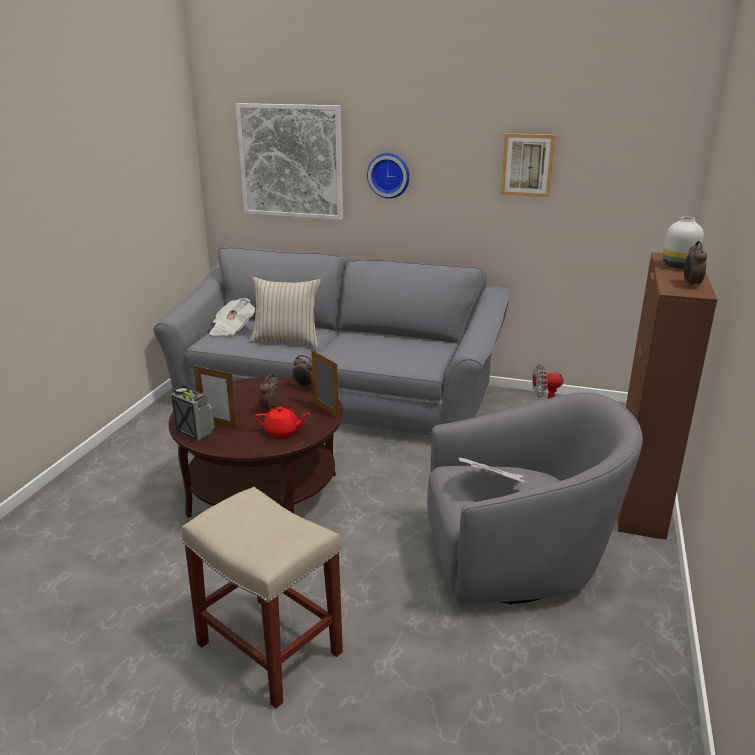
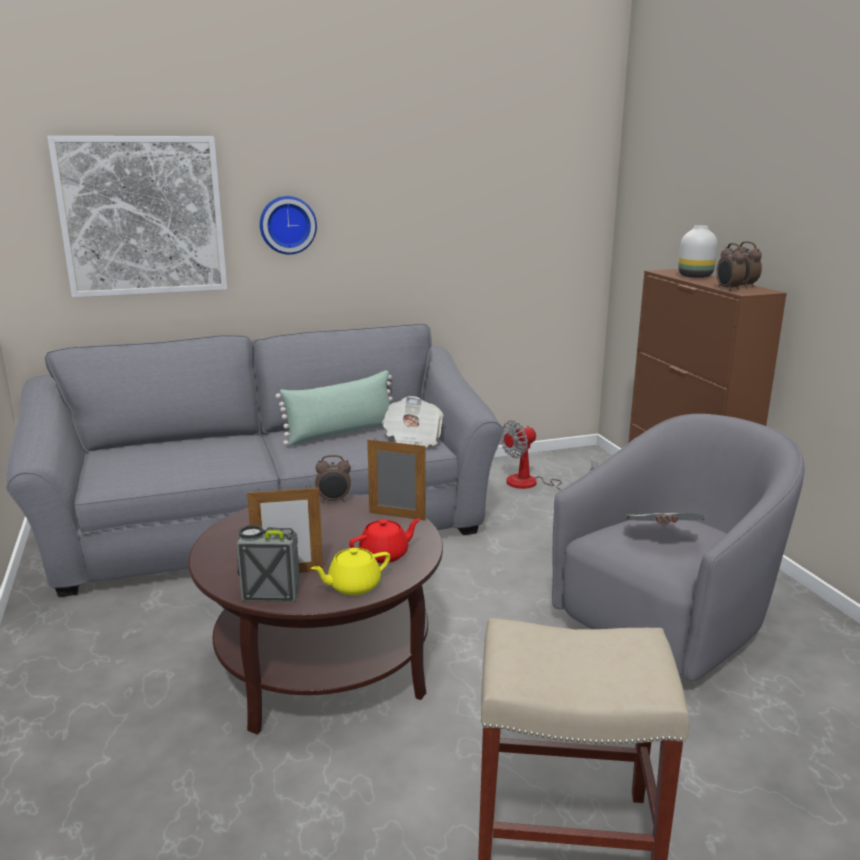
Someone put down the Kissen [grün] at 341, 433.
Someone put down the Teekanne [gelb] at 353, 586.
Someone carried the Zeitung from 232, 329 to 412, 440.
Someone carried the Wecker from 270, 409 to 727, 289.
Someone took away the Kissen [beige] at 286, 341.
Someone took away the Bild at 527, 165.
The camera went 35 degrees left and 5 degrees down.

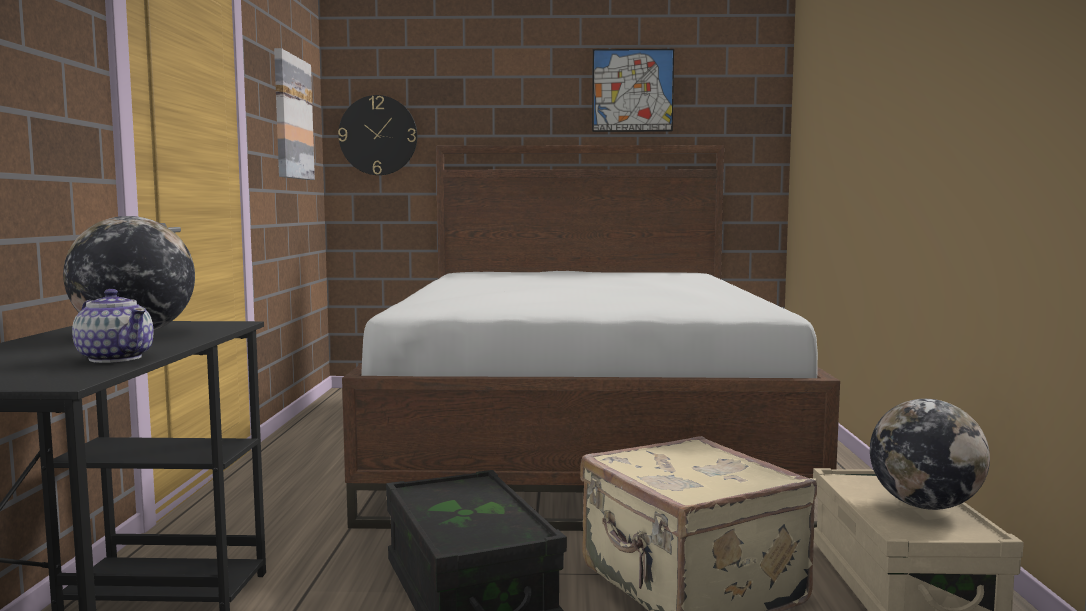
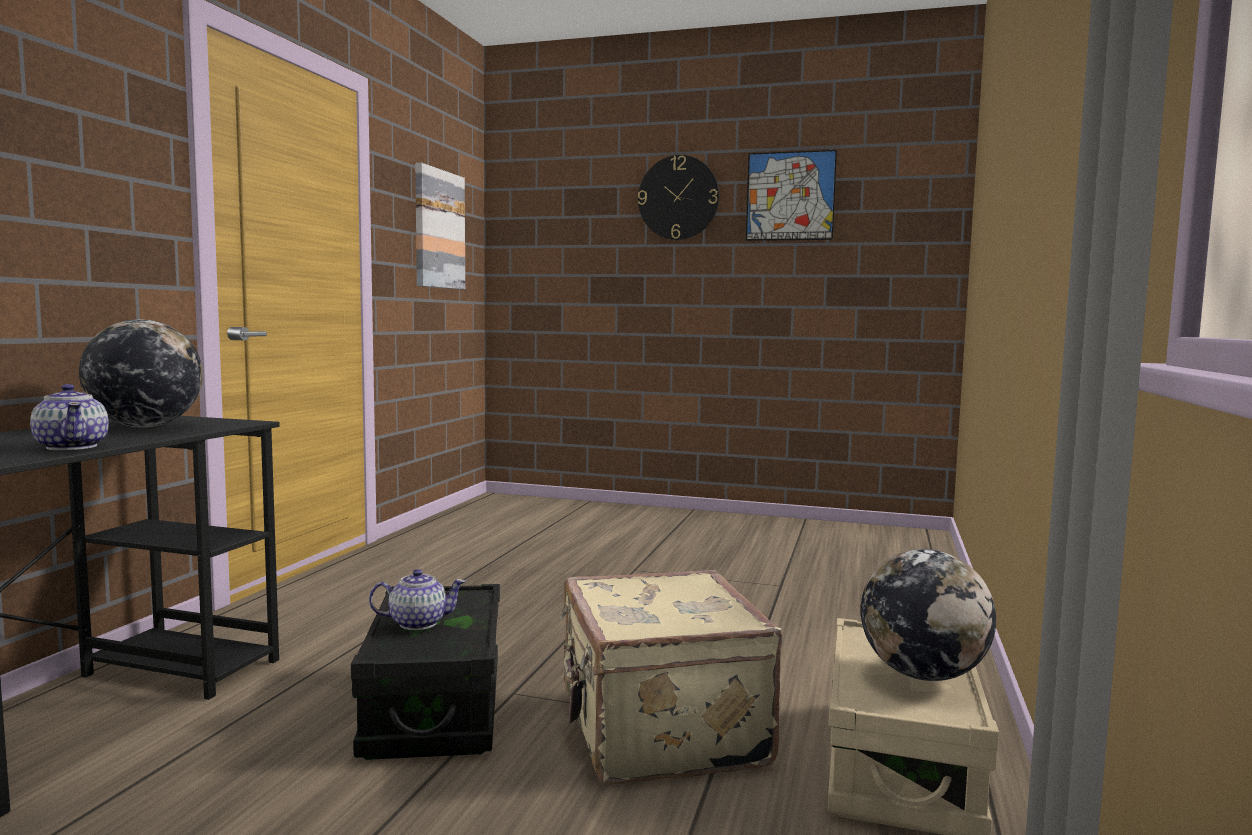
Someone put down the Teekanne at 417, 623.
Someone carried the Wanduhr from 378, 135 to 678, 198.
Someone took away the Bett at 582, 441.
The camera went 15 degrees right and 0 degrees up.

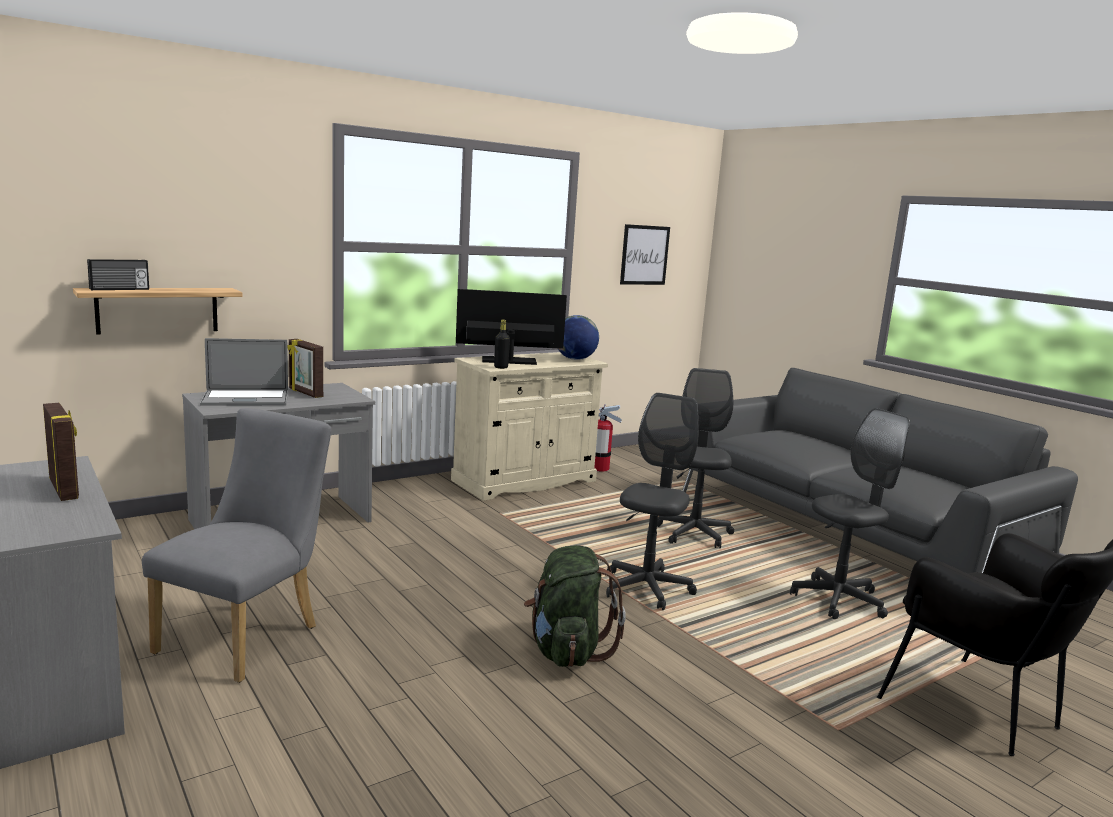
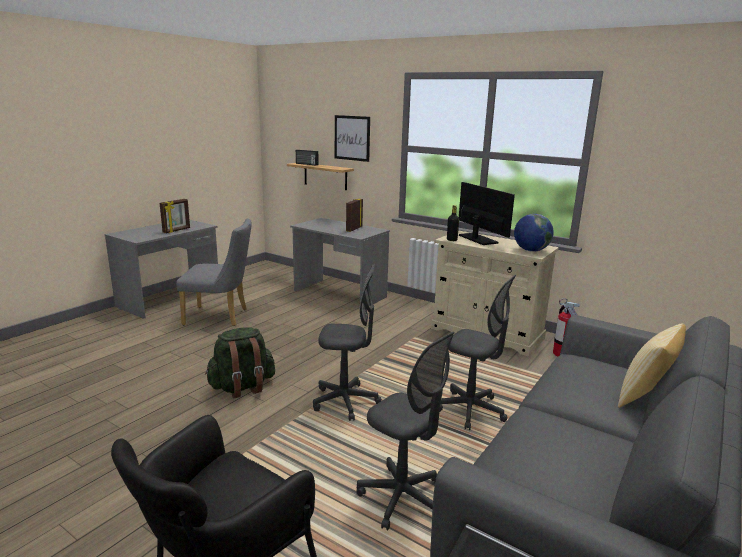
Someone carried the Bild from 644, 255 to 352, 138.
Someone rotated the Bürostuhl [grau] at 693, 534 by 45 degrees clockwise.
Someone put down the Kissen at 645, 397.
Someone took away the Laptop at 245, 399.
The camera went 70 degrees right and 5 degrees up.

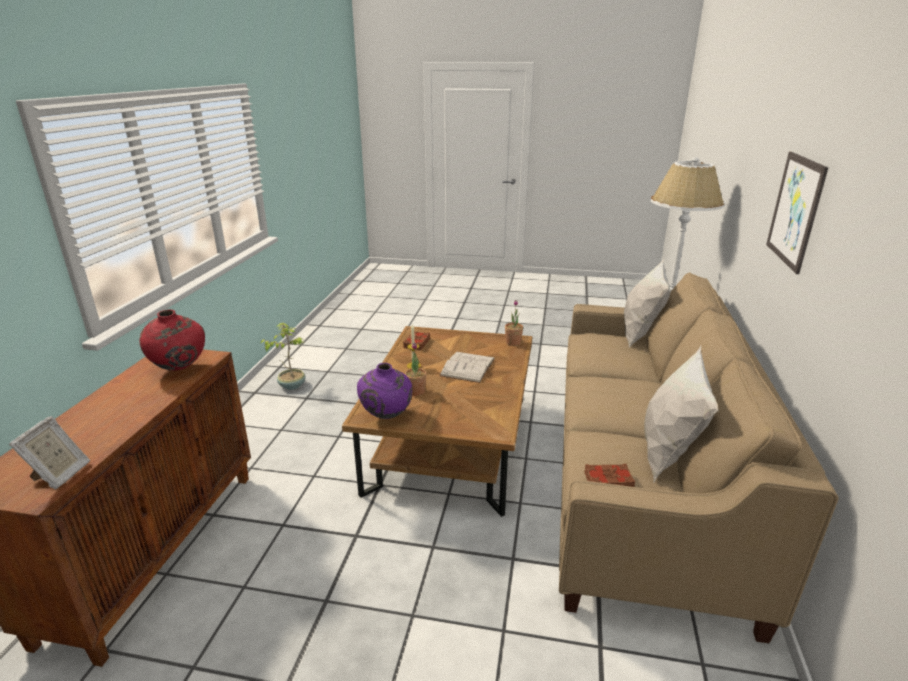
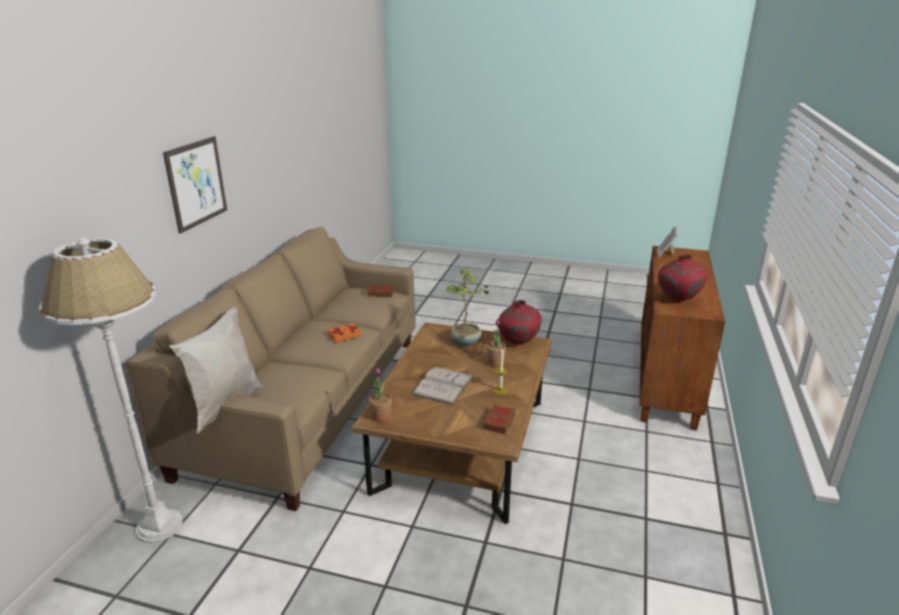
Someone put down the Buch [orange] at 344, 335.
Someone carried the Topfpflanze from 292, 385 to 466, 342.
Someone repainted the Vase [lila] at 386, 416, which became the Vase [rot] at 518, 344.
Someone took away the Kissen [weiß] at 668, 454.
The camera went 175 degrees left and 0 degrees up.

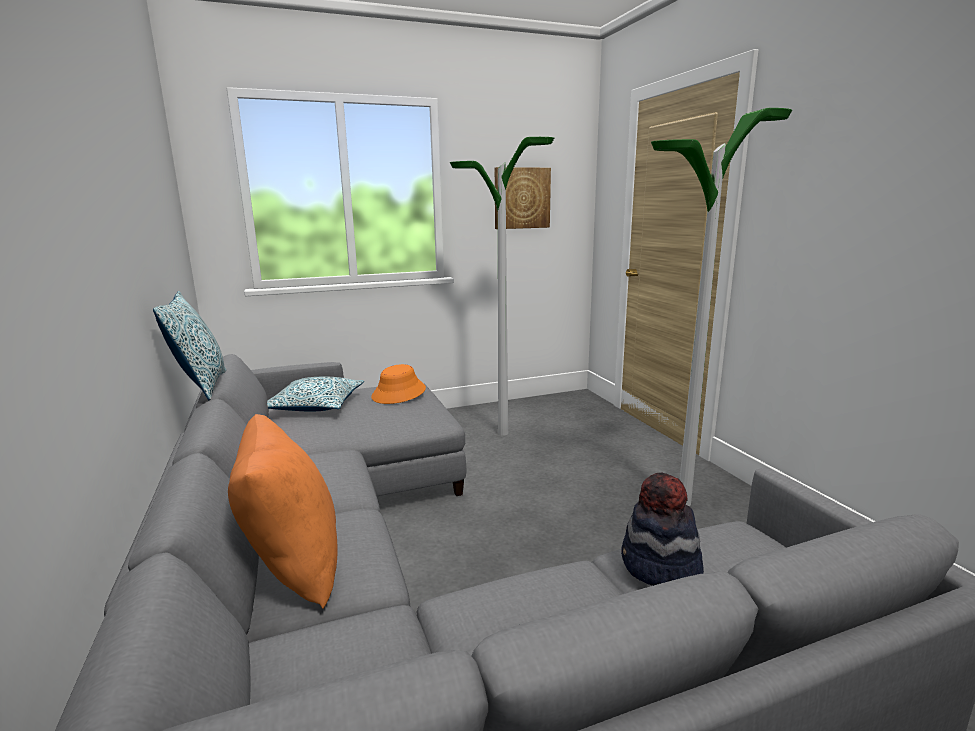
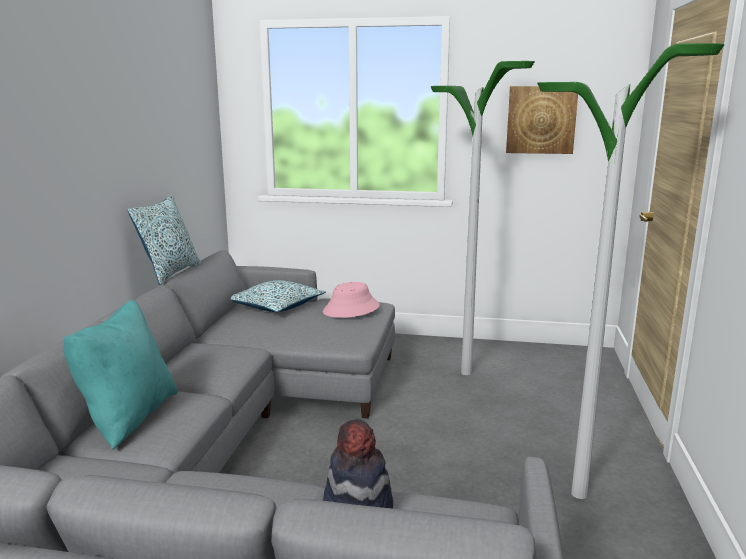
Someone repainted the Kissen [orange] at 293, 564, which became the Kissen [türkis] at 128, 417.
Someone repainted the Hut [orange] at 399, 393, which became the Hut [rosa] at 351, 309.
The camera went 30 degrees right and 0 degrees up.

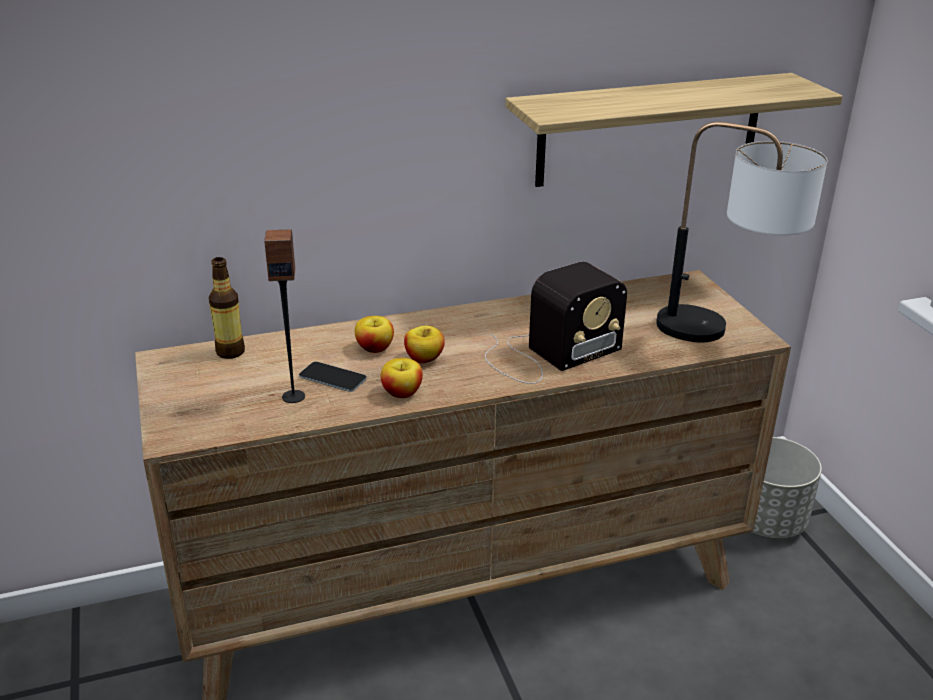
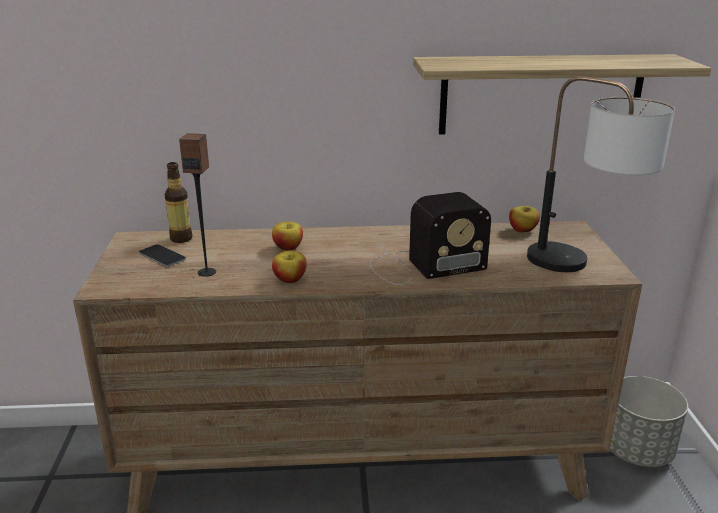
Someone carried the Handy from 332, 377 to 162, 256.
Someone carried the Apfel from 424, 358 to 522, 230.
The camera went 15 degrees right and 5 degrees down.

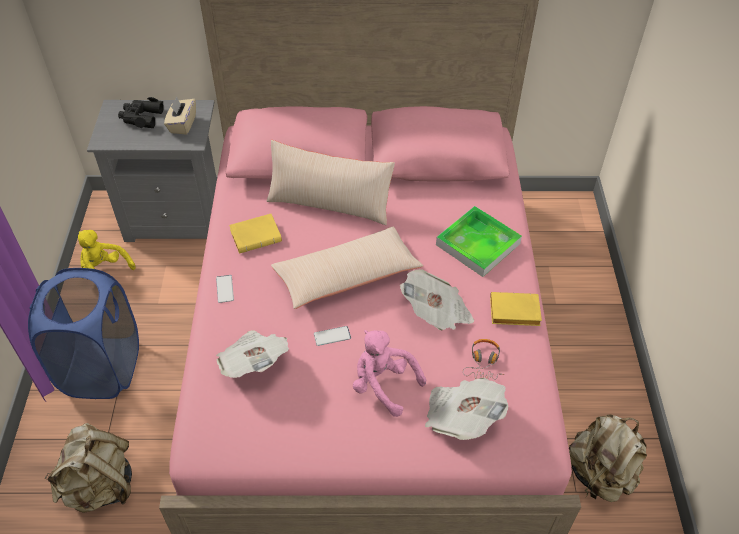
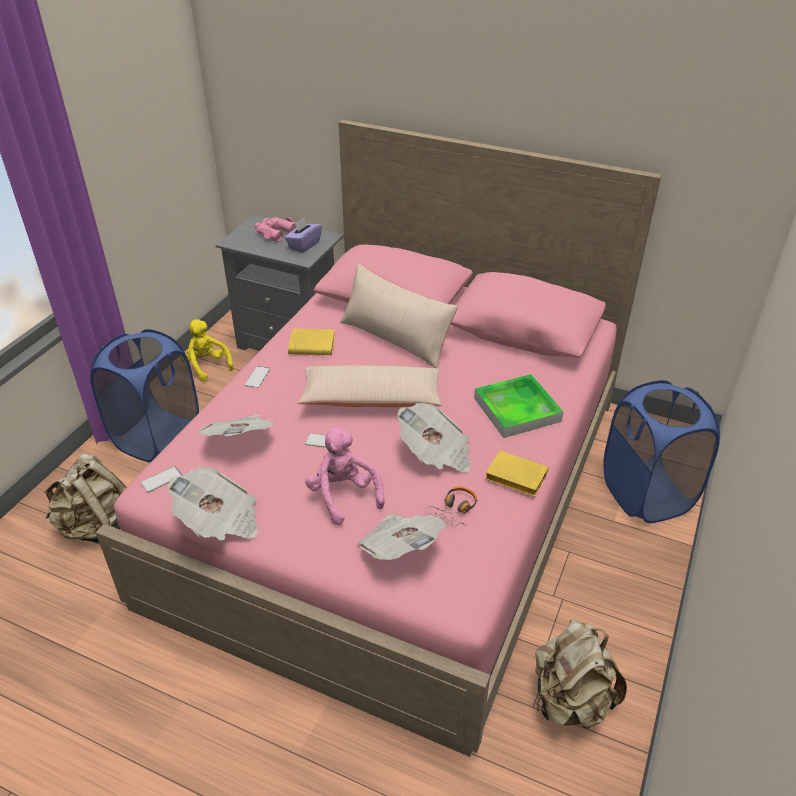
Someone put down the Handy at 161, 479.
Someone put down the Zeitung at 219, 521.
Someone repainted the Fernglas [schwarz] at 141, 117, which became the Fernglas [rosa] at 274, 232.
Someone repainted the Taschentuchbox [beige] at 182, 124, which became the Taschentuchbox [lila] at 304, 245.
Someone put down the Wäschekorb [blau] at 646, 494.
The camera went 25 degrees right and 10 degrees down.

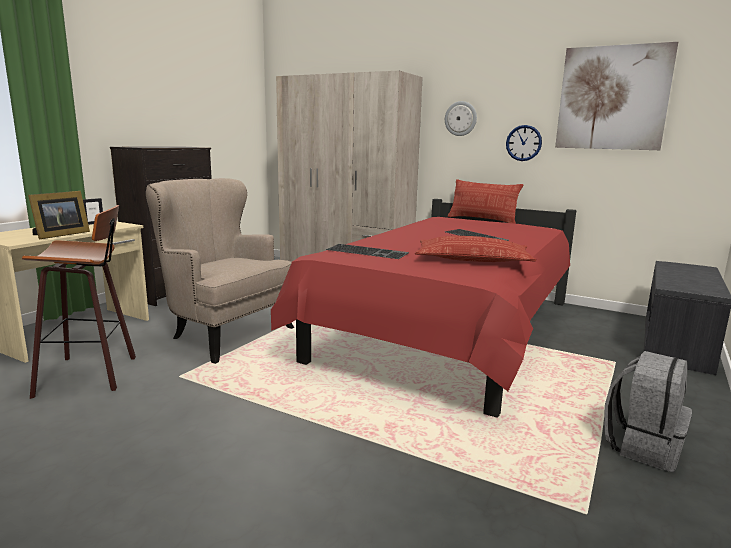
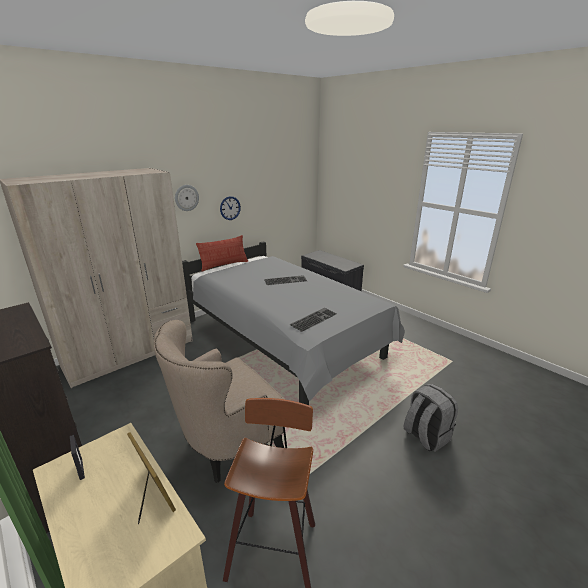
Someone repainted the Bett [rot] at 448, 332, which became the Bett [grau] at 284, 341.
Someone carried the Rucksack [grau] from 642, 446 to 425, 436.
Someone took away the Kissen at 472, 259.
Someone took away the Bild at 612, 98.
The camera went 70 degrees left and 10 degrees up.

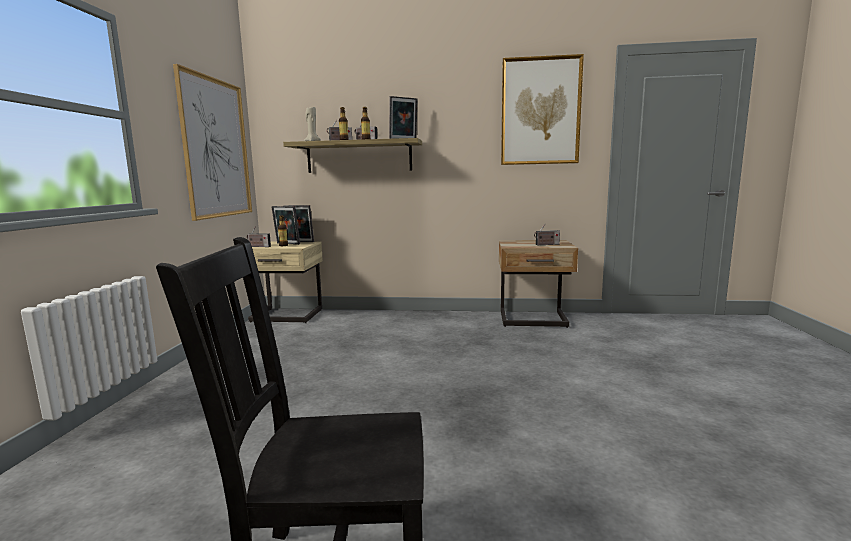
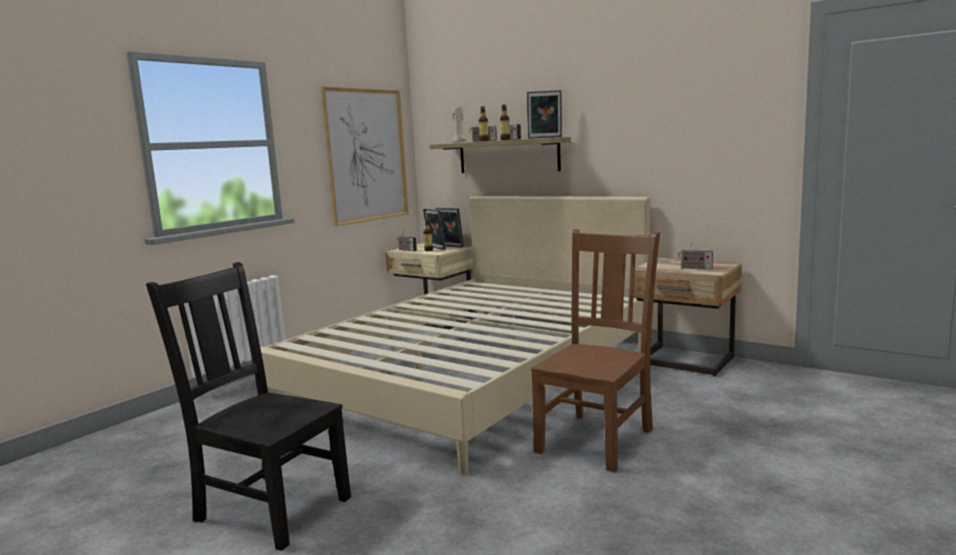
Someone put down the Bett [beige] at 476, 376.
Someone put down the Stuhl [braun] at 597, 439.
Someone took away the Bild at 540, 111.
The camera went 30 degrees right and 0 degrees up.

